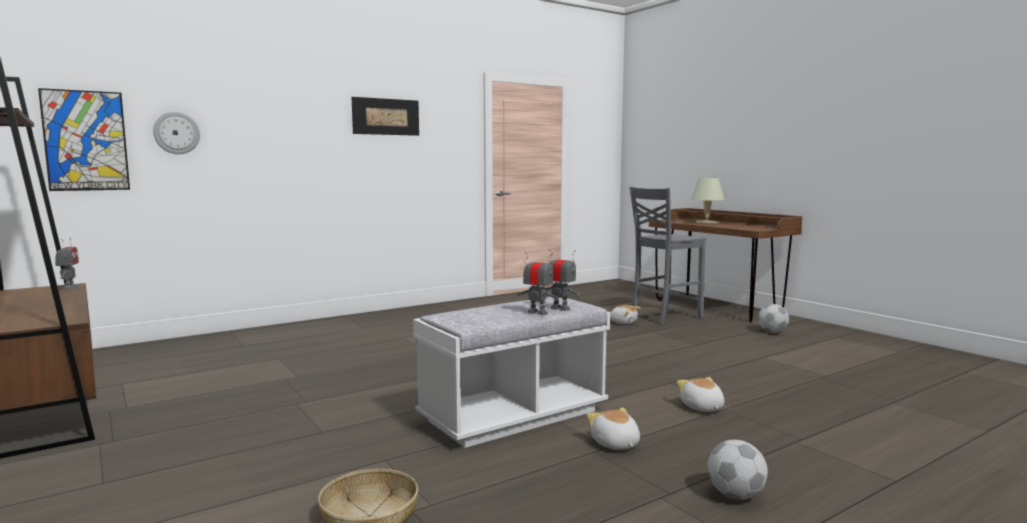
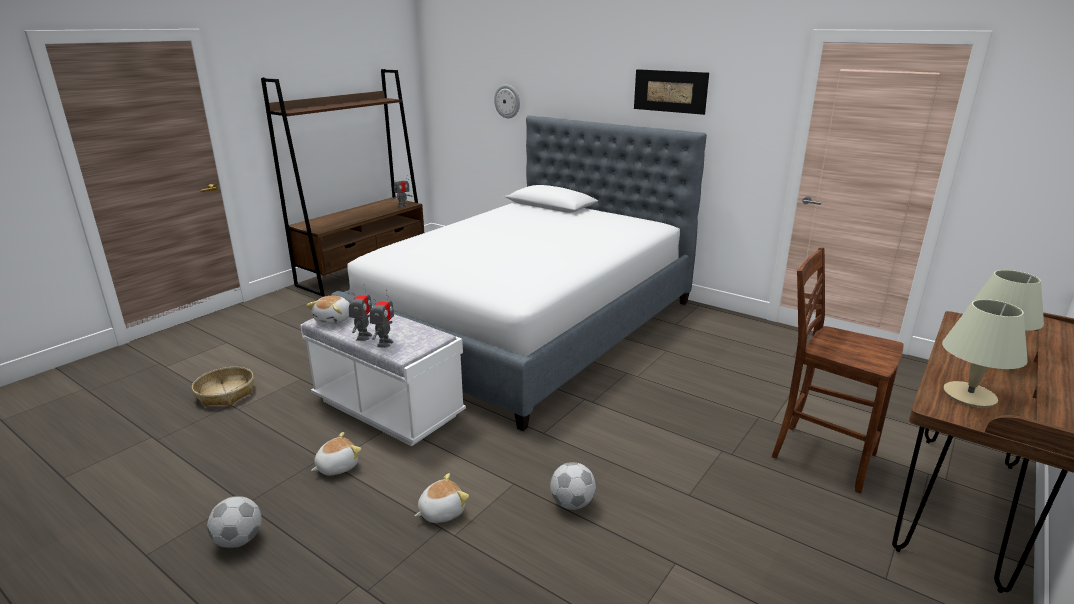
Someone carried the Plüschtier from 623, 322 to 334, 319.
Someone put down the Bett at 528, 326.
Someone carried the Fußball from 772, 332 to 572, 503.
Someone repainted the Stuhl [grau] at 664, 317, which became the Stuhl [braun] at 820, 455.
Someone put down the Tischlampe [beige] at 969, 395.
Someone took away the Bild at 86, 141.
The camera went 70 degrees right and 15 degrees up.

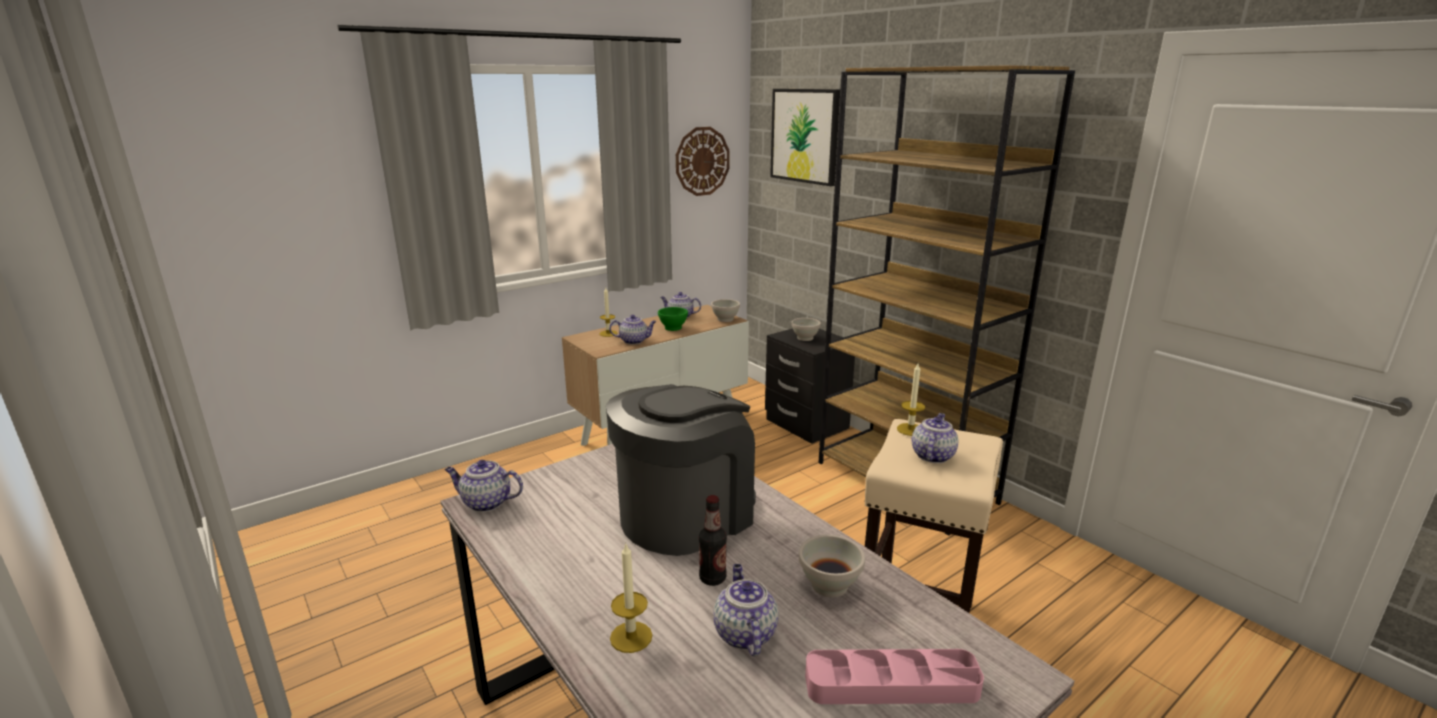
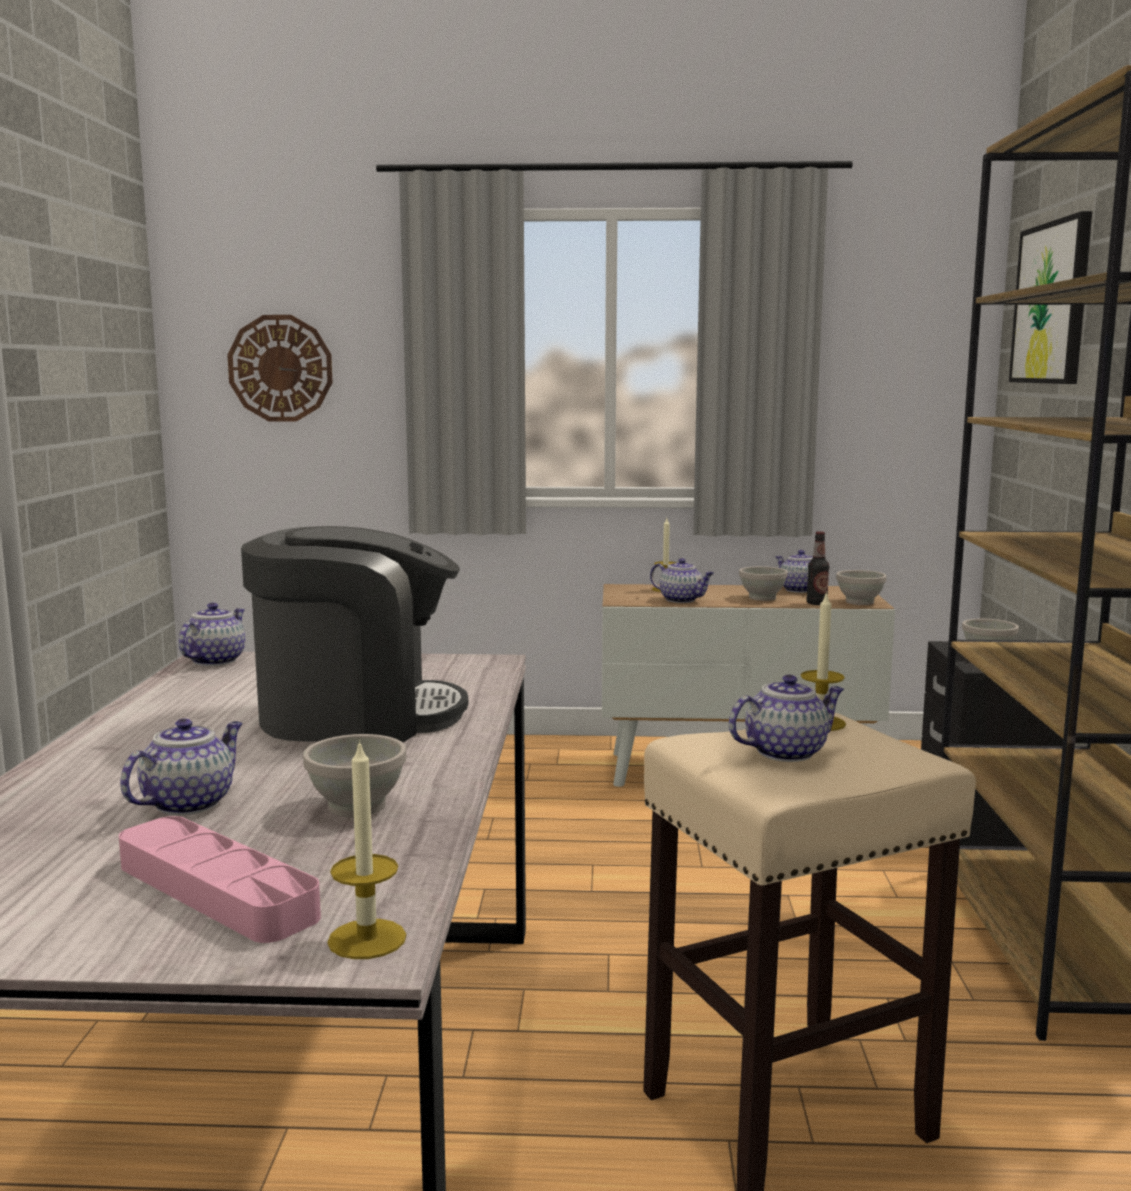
Someone rotated the Teekanne at 485, 503 by 60 degrees clockwise.
Someone carried the Wanduhr from 702, 161 to 280, 368.
Someone carried the Kerze from 631, 637 to 367, 939.
Someone repainted the Schüssel [grün] at 672, 328, which became the Schüssel [weiß] at 761, 598.
Someone carried the Flasche from 712, 578 to 816, 603.
The camera went 40 degrees right and 10 degrees down.

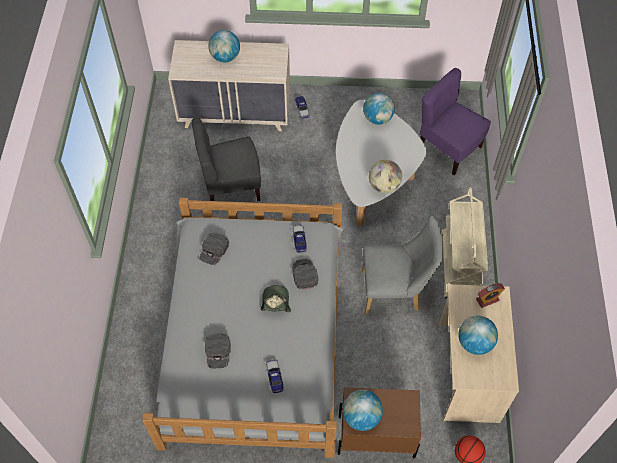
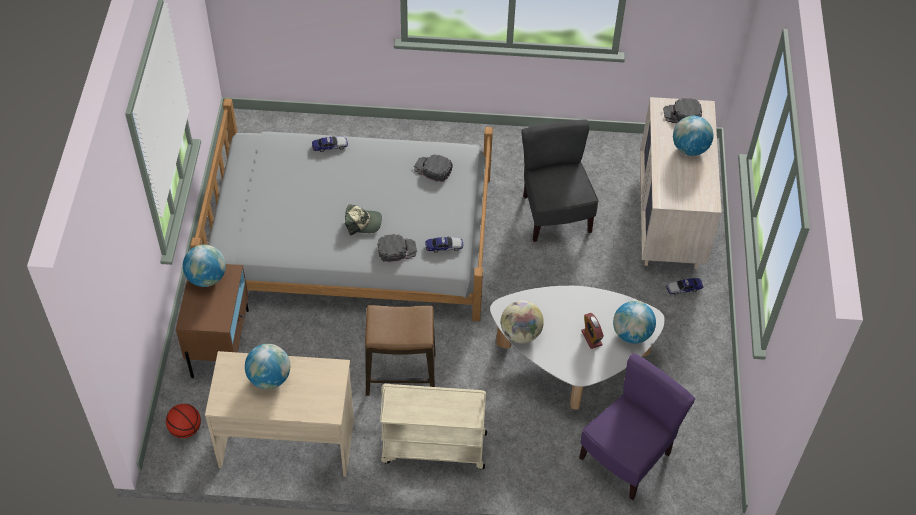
Someone carried the Spielzeugauto from 274, 377 to 330, 146.
Someone swapped the Stuhl [grau] at 395, 291 for the Hocker at 400, 375.
Someone carried the Wecker from 487, 299 to 591, 338.
Someone carried the Kappe [schwarz] from 218, 352 to 682, 114.
The camera went 90 degrees right and 5 degrees down.

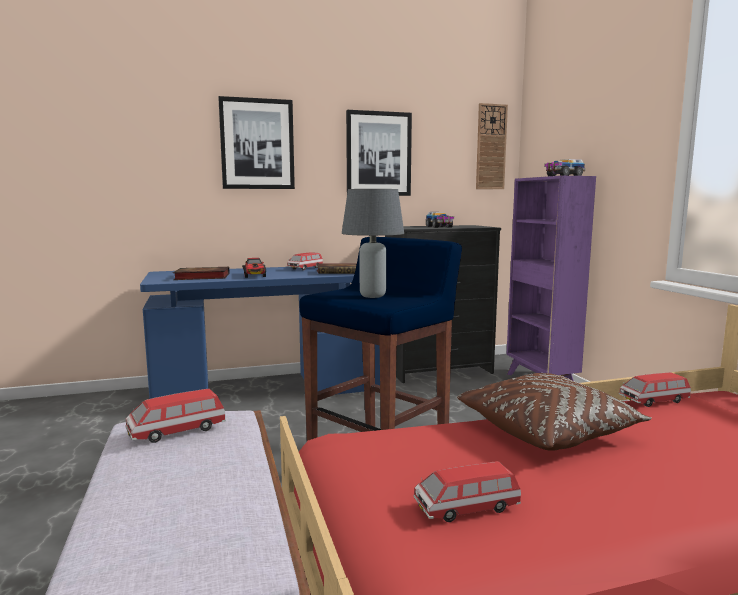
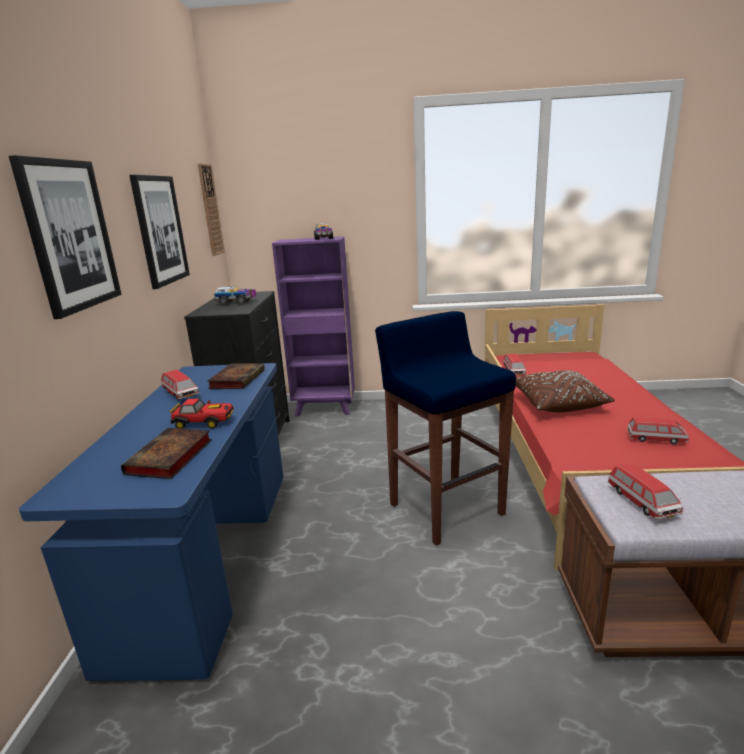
Someone rotated the Spielzeugauto at 466, 508 by 75 degrees counterclockwise.
Someone took away the Tischlampe [grau] at 372, 296.
The camera went 70 degrees left and 10 degrees up.

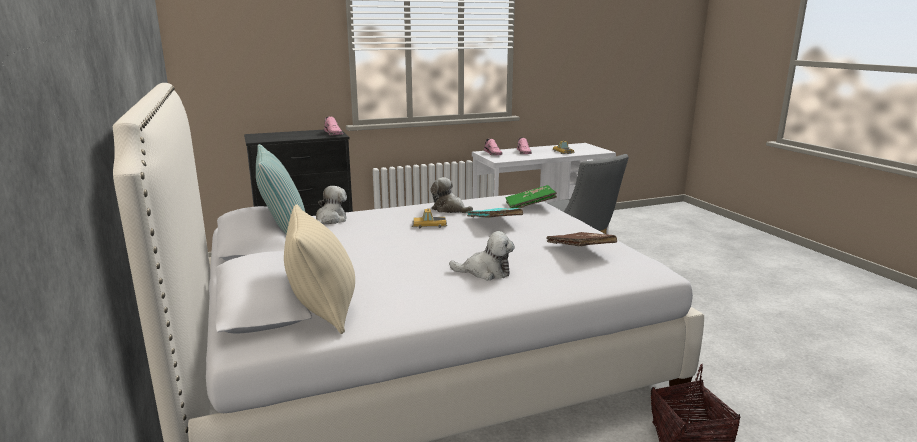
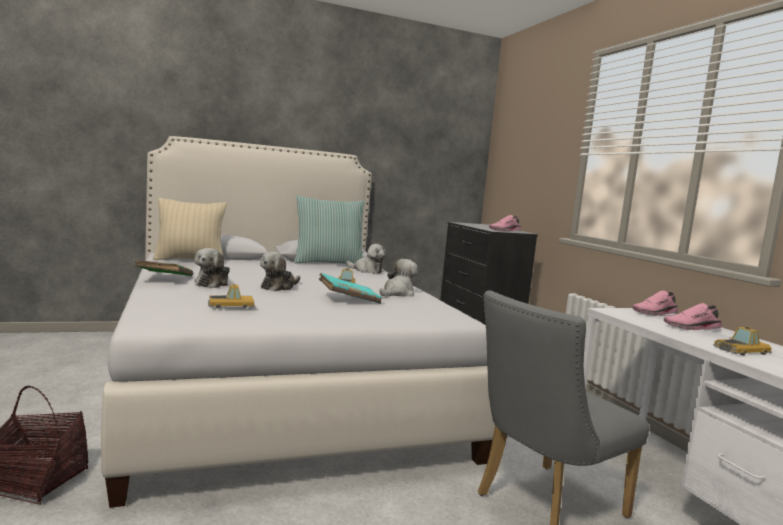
Someone carried the Buch [grün] from 530, 206 to 164, 279.
Someone swapped the Buch [braun] at 580, 250 for the Spielzeugauto at 232, 305.
Someone put down the Plüschtier at 279, 287.
The camera went 90 degrees right and 10 degrees down.

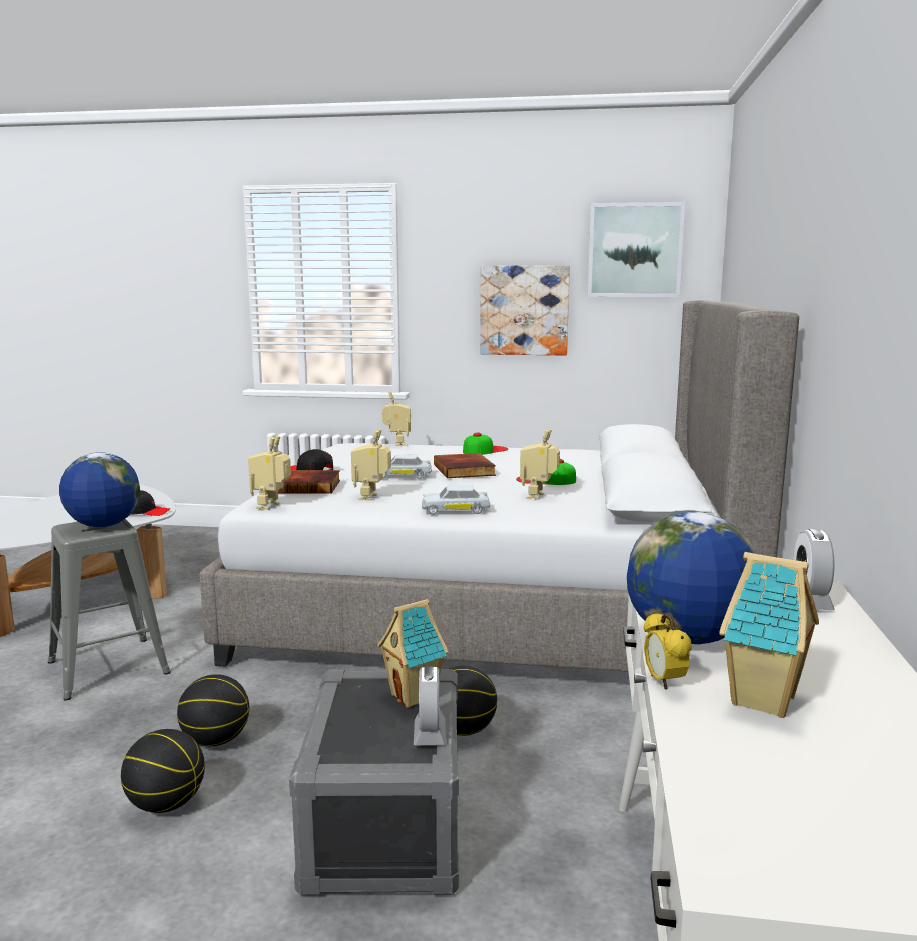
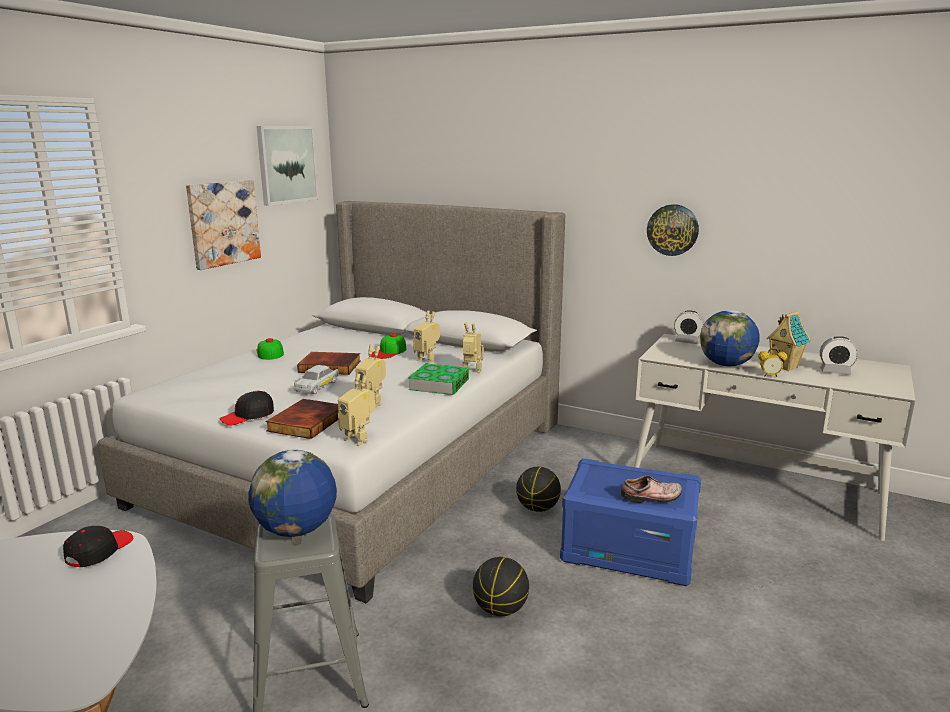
Someone swapped the Spielzeugauto [weiß] at 456, 510 for the Buch at 439, 384.
Someone carried the Spielzeugroboter from 396, 444 to 471, 372.
Someone repainted the Aufbewahrungsbox [grau] at 386, 825, which became the Aufbewahrungsbox [blau] at 629, 550.
Someone put down the Schuh at 652, 498.
Someone put up the Wanduhr at 672, 230.
Someone carried the Wecker from 429, 733 to 835, 372.
Someone took away the Basketball at 166, 805.
Someone took away the Spielzeughaus at 414, 696.
The camera went 70 degrees left and 5 degrees up.

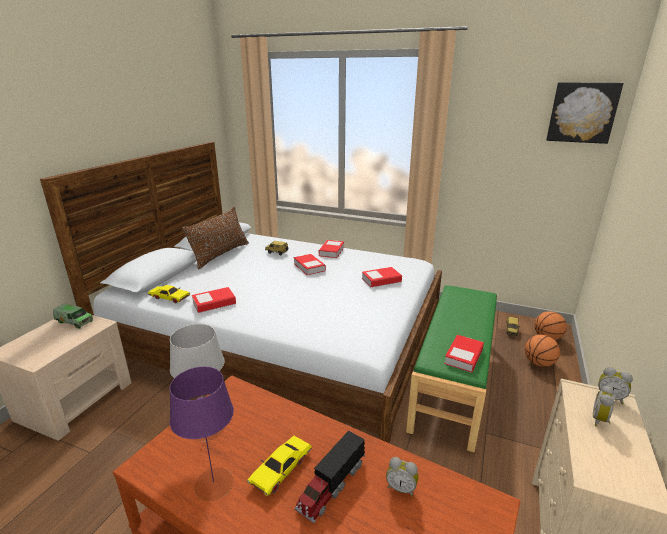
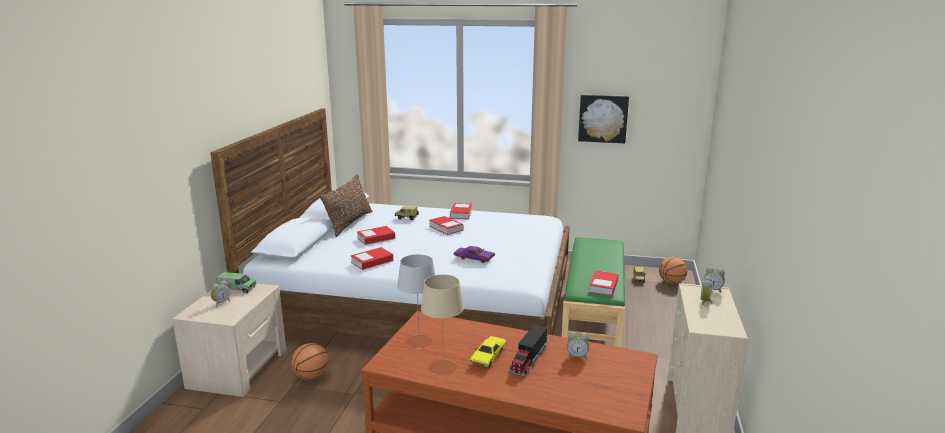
Someone put down the Wecker at 221, 303.
Someone carried the Basketball from 538, 363 to 311, 377.
Someone carried the Buch from 381, 280 to 376, 238.
Someone repainted the Tischlampe [lila] at 213, 484, which became the Tischlampe [beige] at 443, 367.
Someone put down the Spielzeugauto [lila] at 474, 258.
Someone carried the Bild from 582, 112 to 603, 118.
Someone took away the Spielzeugauto [gelb] at 169, 298.
The camera went 10 degrees left and 5 degrees down.

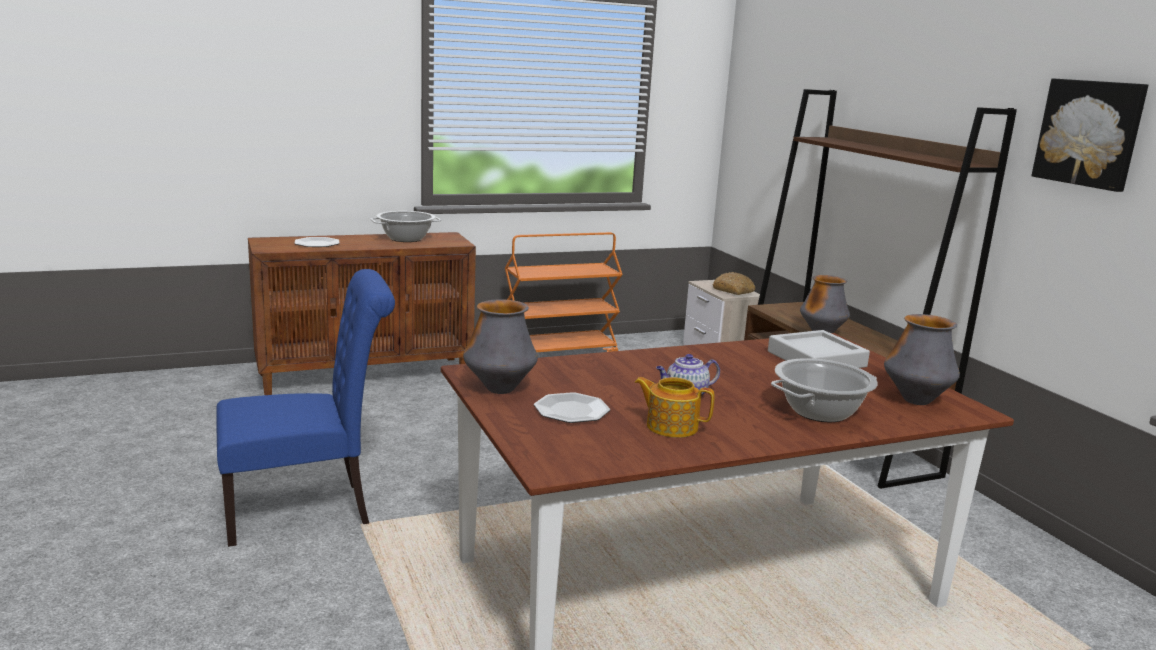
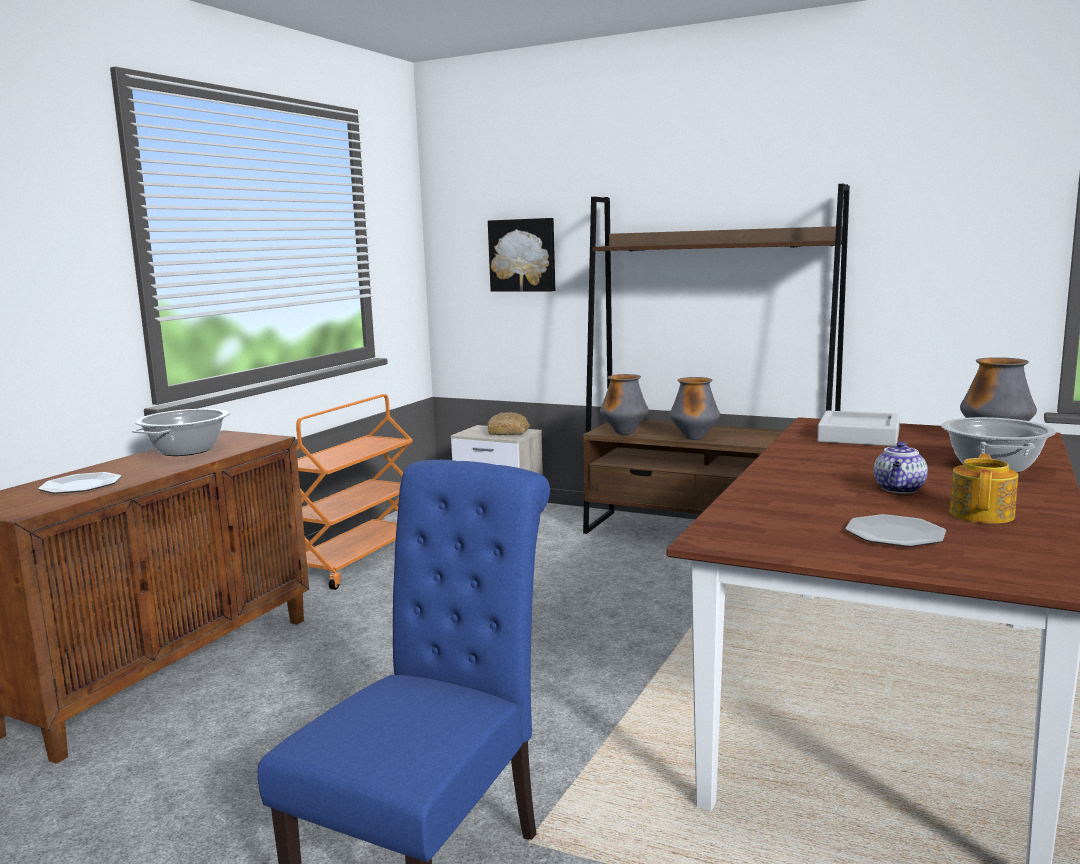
Someone carried the Bild from 1090, 133 to 523, 255.
Someone carried the Vase from 499, 389 to 624, 433.
Someone rotated the Teekanne at 671, 426 by 135 degrees clockwise.
The camera went 40 degrees left and 5 degrees down.

